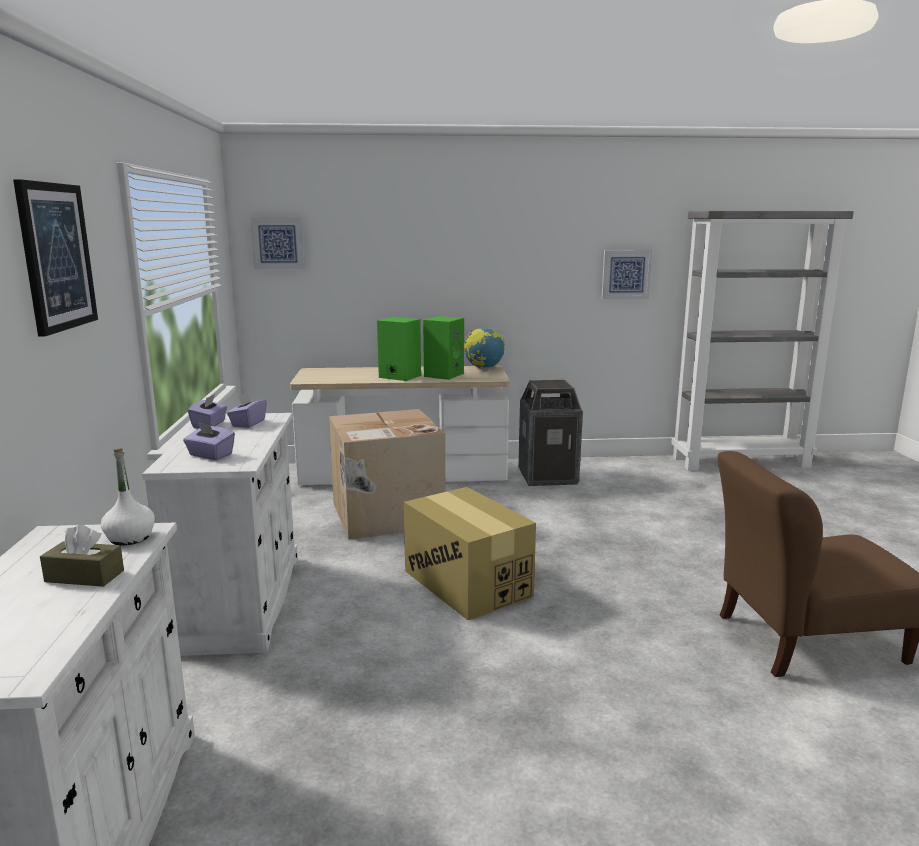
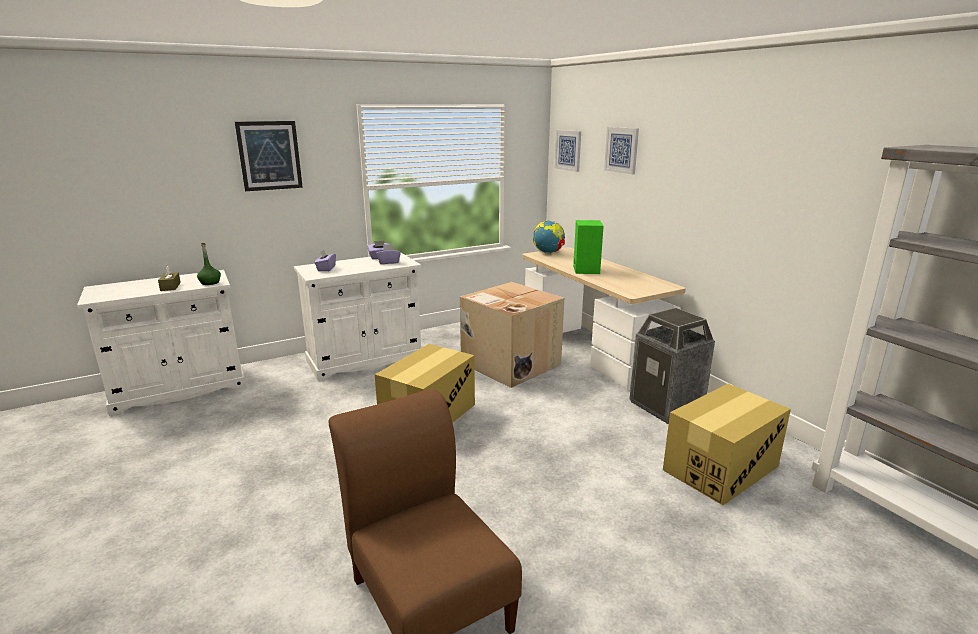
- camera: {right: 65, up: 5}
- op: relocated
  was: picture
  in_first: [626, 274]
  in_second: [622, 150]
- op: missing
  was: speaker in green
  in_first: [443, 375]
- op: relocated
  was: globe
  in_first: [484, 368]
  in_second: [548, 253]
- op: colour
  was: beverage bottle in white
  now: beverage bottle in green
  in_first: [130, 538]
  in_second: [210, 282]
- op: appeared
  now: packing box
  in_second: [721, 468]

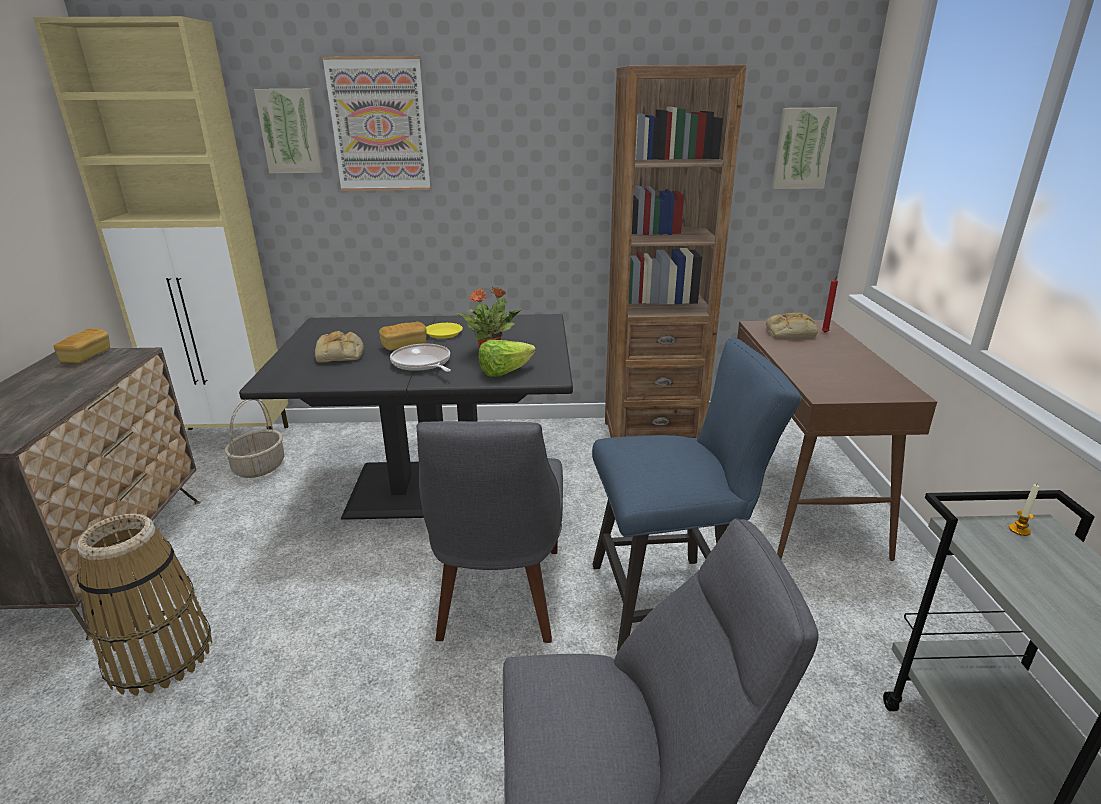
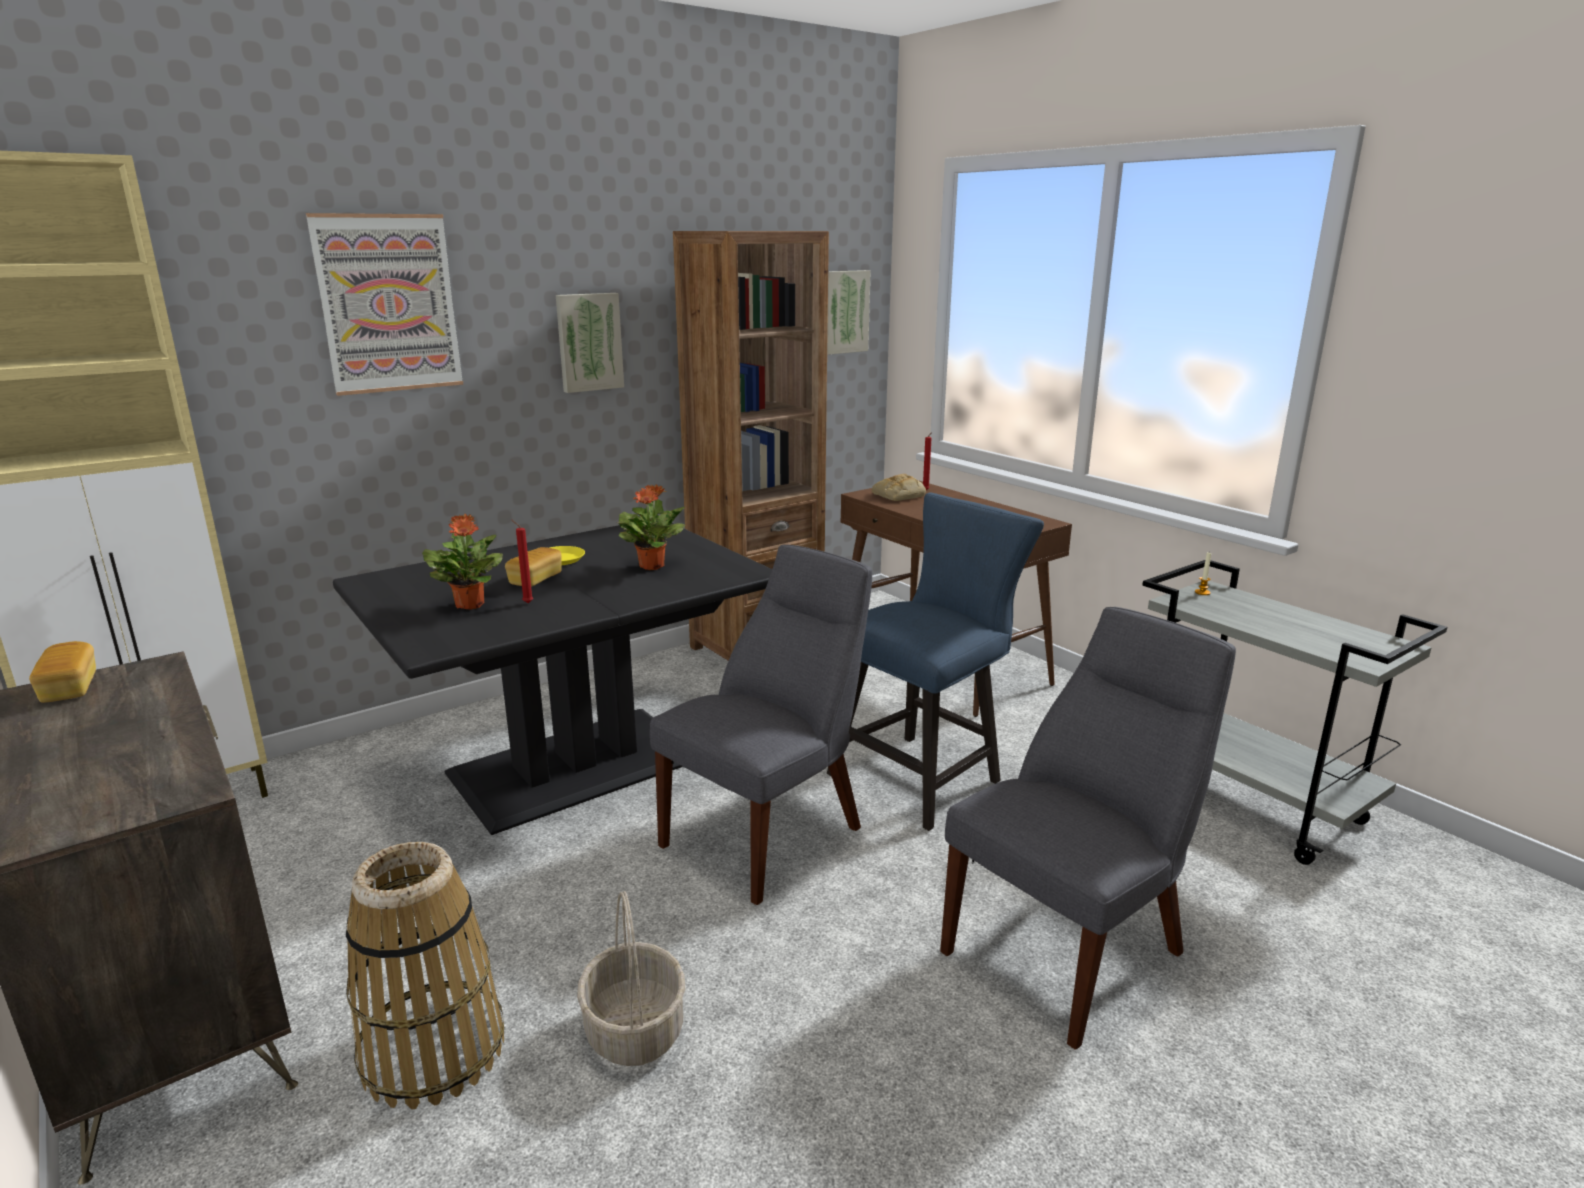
- camera: {right: -35, up: -5}
- op: relocated
  was: picture
  in_first: [290, 131]
  in_second: [589, 342]
- op: exchanged
  was: bread
  now: houseplant
  in_first: [340, 354]
  in_second: [470, 604]
- op: missing
  was: lettuce head
  in_first: [505, 372]
- op: missing
  was: skillet
  in_first: [422, 364]
- op: relocated
  was: household basket
  in_first: [259, 467]
  in_second: [633, 1030]
- op: spun
  was: upright chair in gray
  in_first: [498, 598]
  in_second: [769, 833]
  clockwise: -105
- op: appeared
  now: wax light in red-coloured
  in_second: [526, 603]

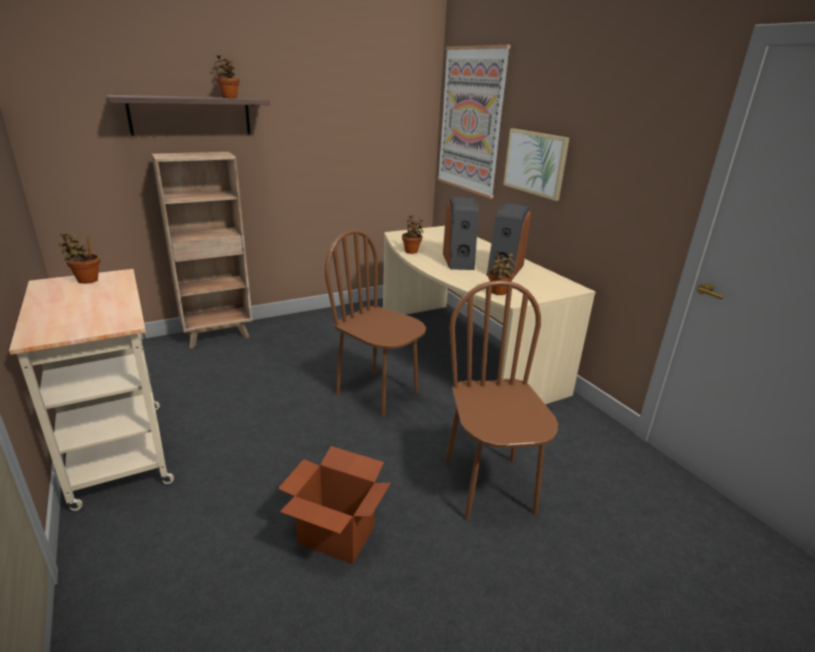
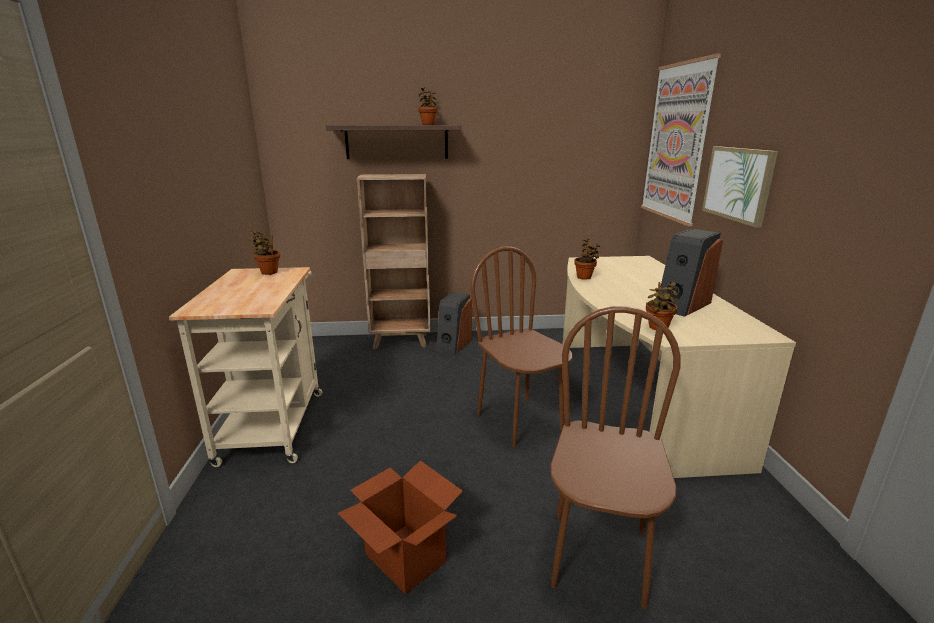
- camera: {right: 25, up: -5}
- op: relocated
  was: speaker
  in_first: [459, 261]
  in_second: [453, 345]

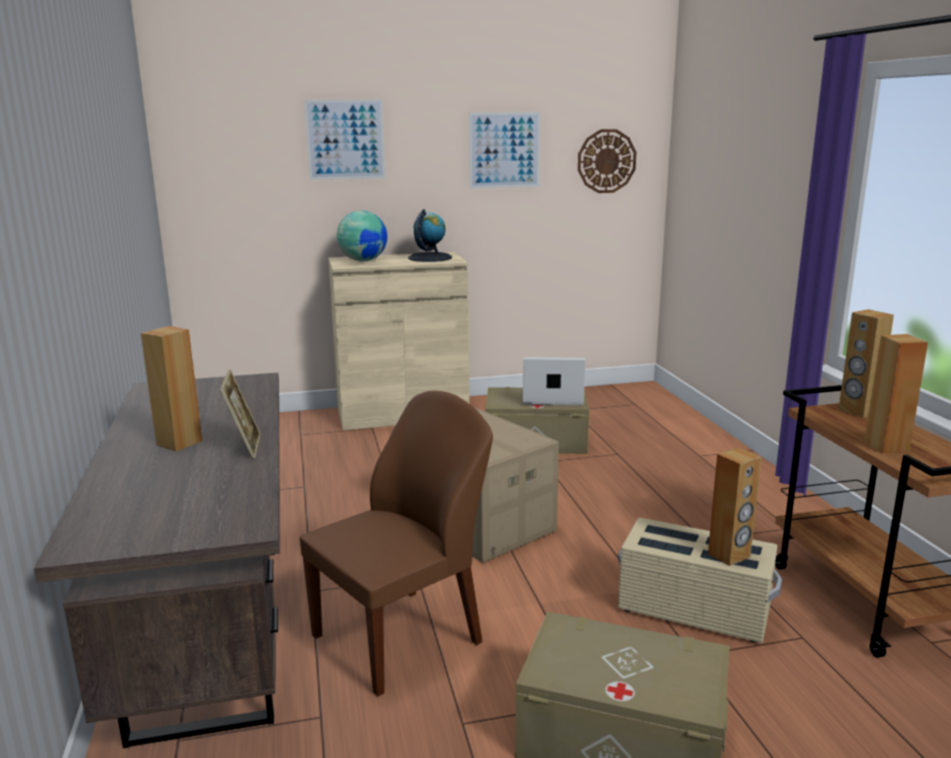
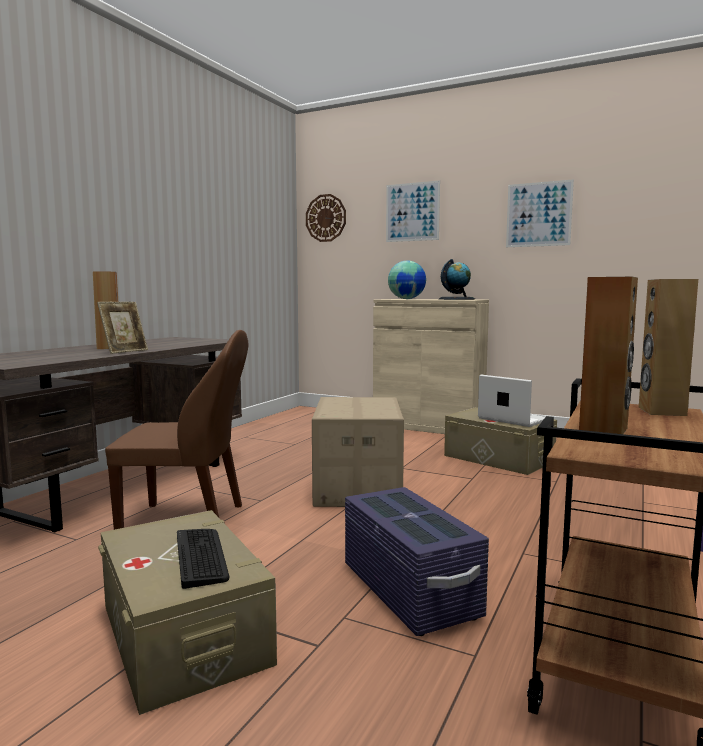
- camera: {right: 40, up: -10}
- op: relocated
  was: hanging clock
  in_first: [606, 161]
  in_second: [326, 218]
- op: missing
  was: speaker in brownish
  in_first: [729, 555]
- op: colour
  was: storage bin in beige-coloured
  now: storage bin in purplish
  in_first: [693, 610]
  in_second: [409, 590]
- op: appeared
  now: keyboard
  in_second: [201, 557]

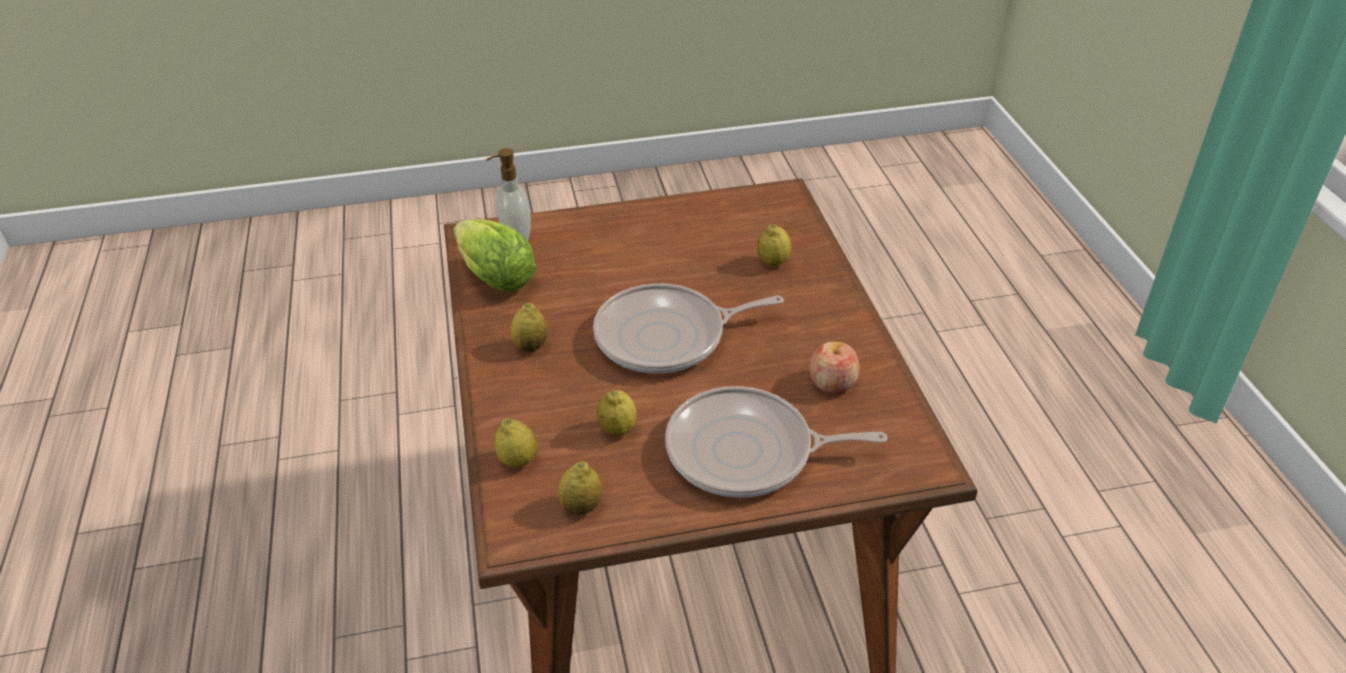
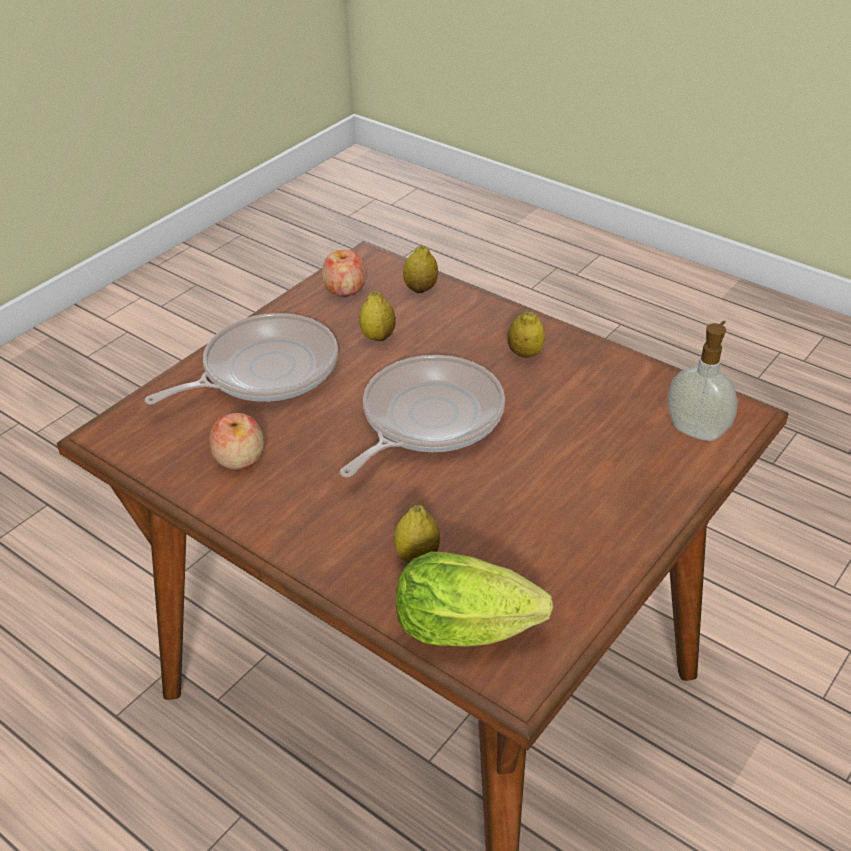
- camera: {right: 140, up: 0}
- op: relocated
  was: lettuce head
  in_first: [492, 275]
  in_second: [474, 630]
- op: exchanged
  was: whole lemon
  now: whole apple
  in_first: [581, 507]
  in_second: [345, 288]

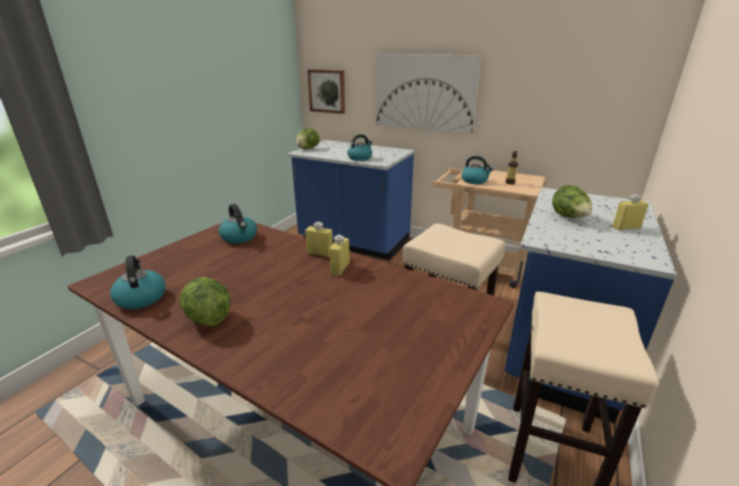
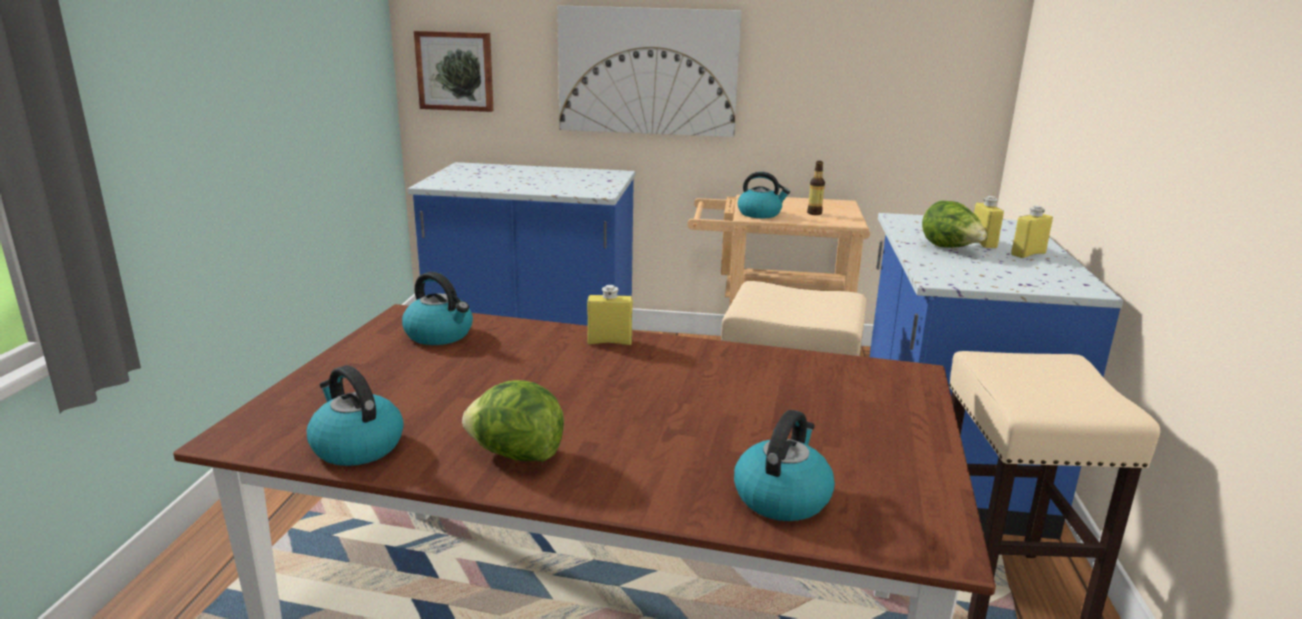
- camera: {right: -20, up: -5}
- op: missing
  was: lettuce head
  in_first: [307, 148]
- op: relocated
  was: tea kettle
  in_first: [360, 158]
  in_second: [782, 497]
- op: relocated
  was: beverage bottle in yellow-coloured
  in_first: [340, 268]
  in_second: [983, 243]

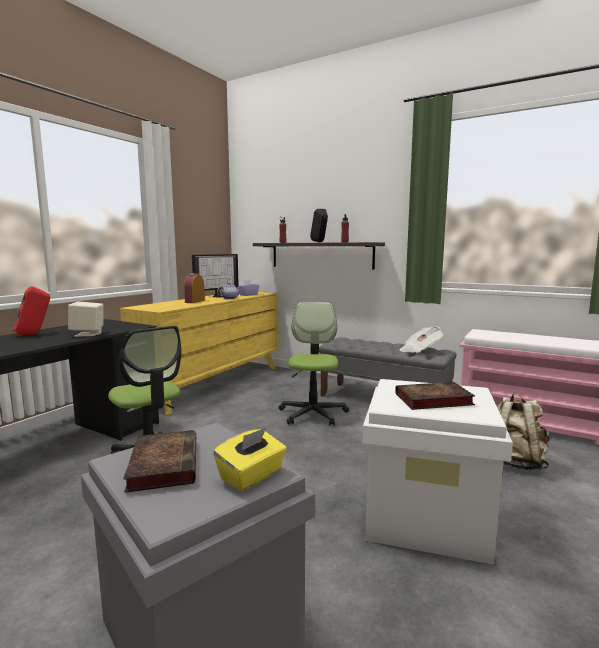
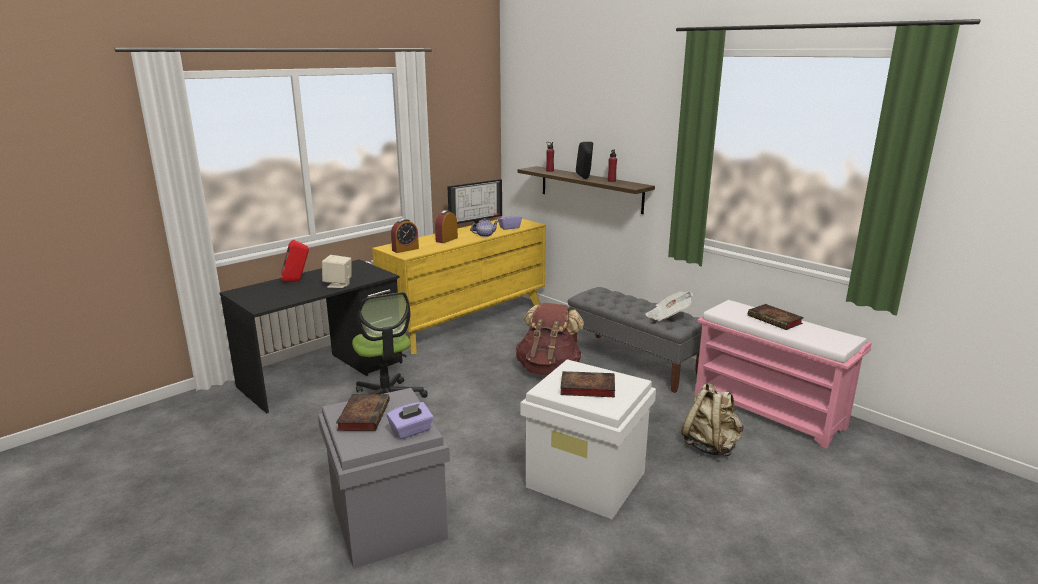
- camera: {right: 15, up: 10}
- op: exchanged
  was: computer chair
  now: knapsack in brownish
  in_first: [313, 414]
  in_second: [549, 369]
- op: colour
  was: tissue holder in yellow-coloured
  now: tissue holder in purplish
  in_first: [251, 476]
  in_second: [411, 431]
- op: appeared
  now: alarm clock
  in_second: [405, 249]
- op: appeared
  now: bound book
  in_second: [776, 320]

